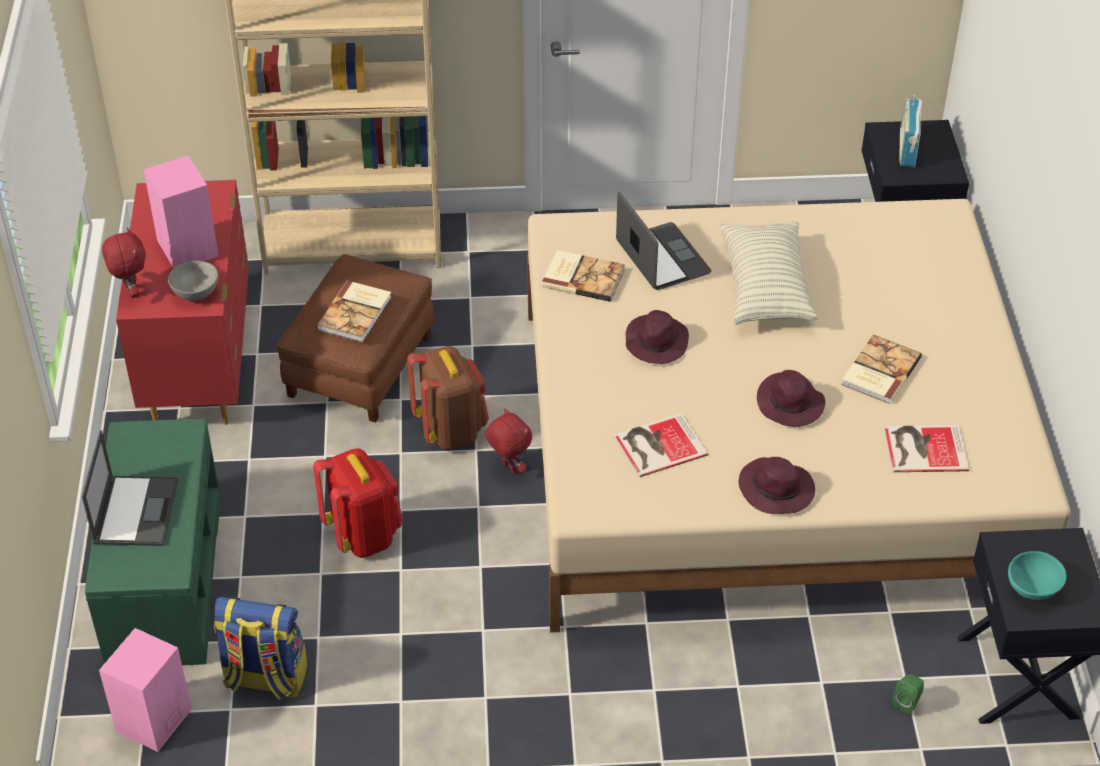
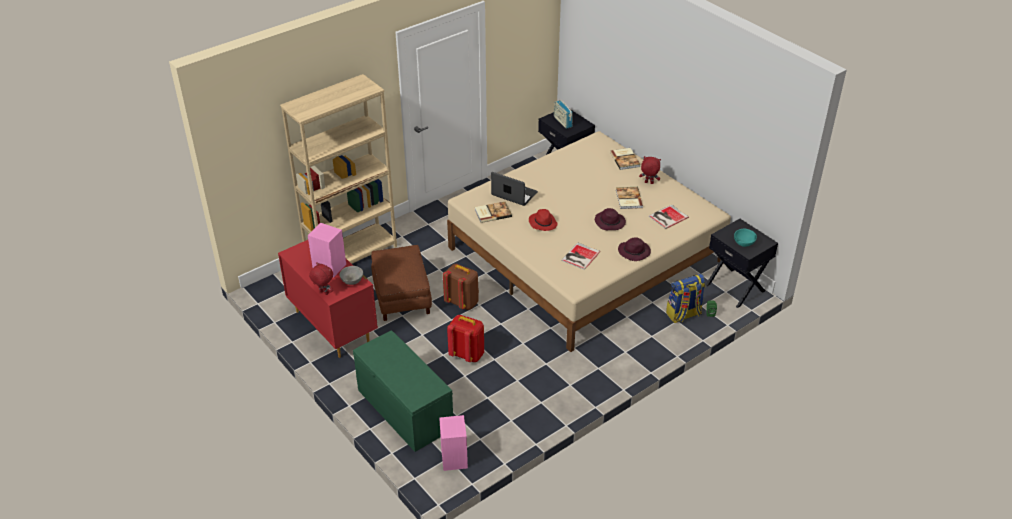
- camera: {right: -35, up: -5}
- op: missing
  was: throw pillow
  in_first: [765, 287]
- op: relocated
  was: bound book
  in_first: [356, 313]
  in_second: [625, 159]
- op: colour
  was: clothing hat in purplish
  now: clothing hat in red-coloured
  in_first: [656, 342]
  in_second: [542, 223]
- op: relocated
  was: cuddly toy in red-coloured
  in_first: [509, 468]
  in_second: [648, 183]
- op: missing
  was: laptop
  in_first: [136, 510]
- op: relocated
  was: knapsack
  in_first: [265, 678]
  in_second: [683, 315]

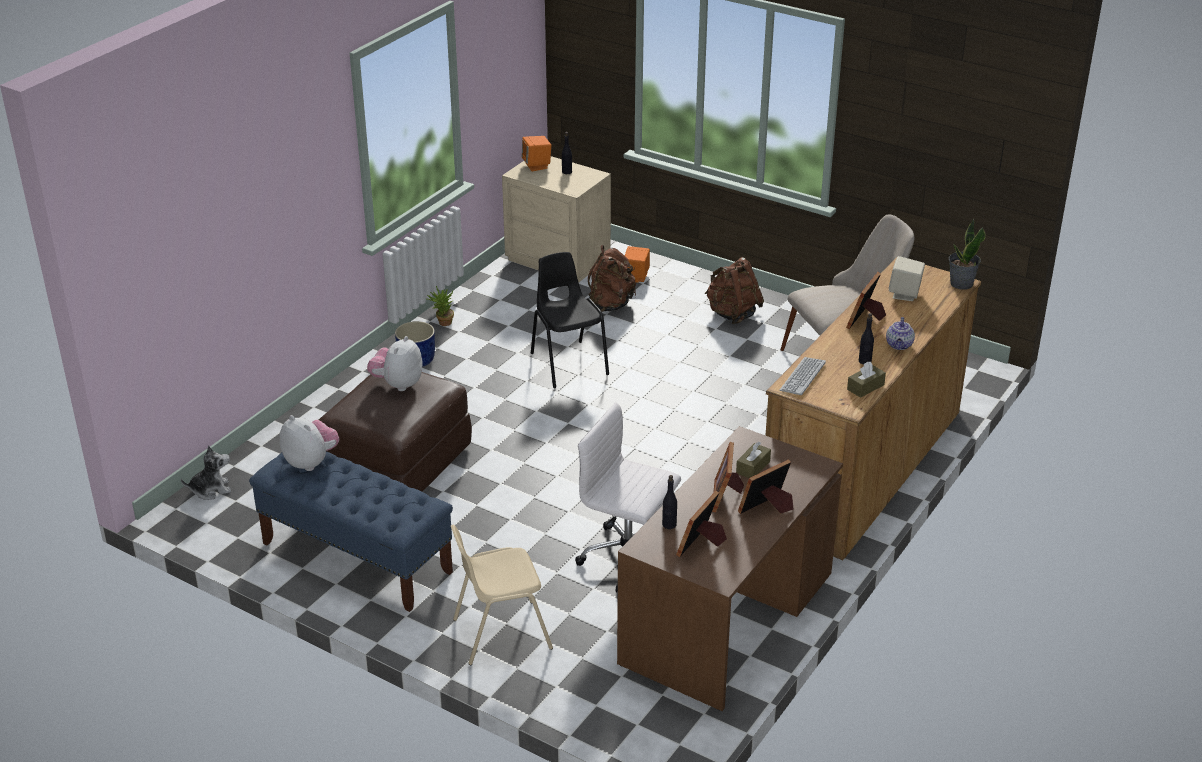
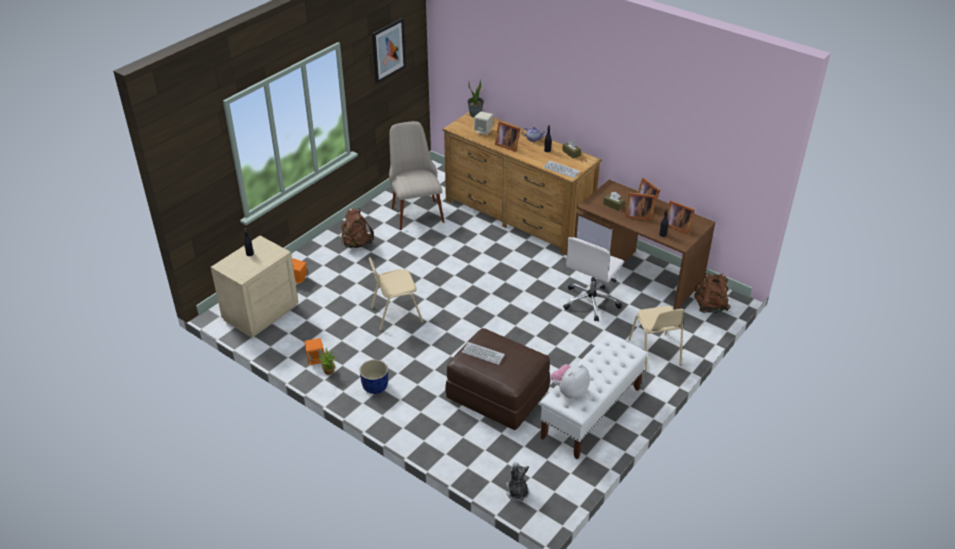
- camera: {right: -85, up: 5}
- op: relocated
  was: speaker in orange-coloured
  in_first: [537, 166]
  in_second: [316, 359]
- op: relocated
  was: knapsack in brownish
  in_first: [610, 305]
  in_second: [709, 306]
- op: colour
  was: upright chair in black
  now: upright chair in beige-coloured
  in_first: [568, 363]
  in_second: [396, 314]
- op: exchanged
  was: cuddly toy
  now: keyboard
  in_first: [397, 384]
  in_second: [483, 354]
- op: colour
  was: bench in blue-coloured
  now: bench in white
  in_first: [356, 557]
  in_second: [591, 413]
- op: appeared
  now: picture
  in_second: [388, 50]

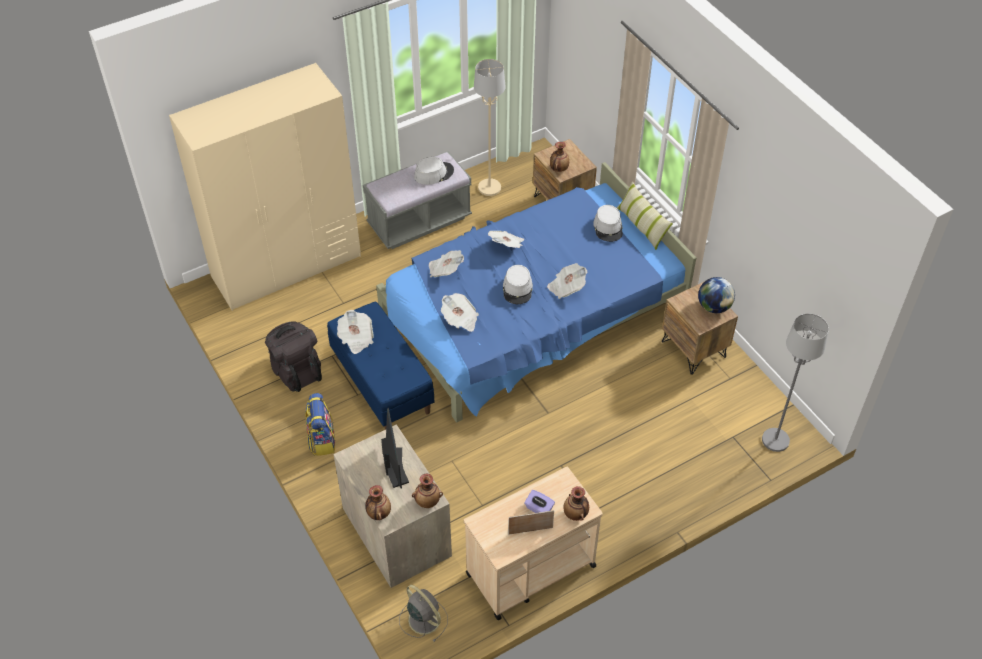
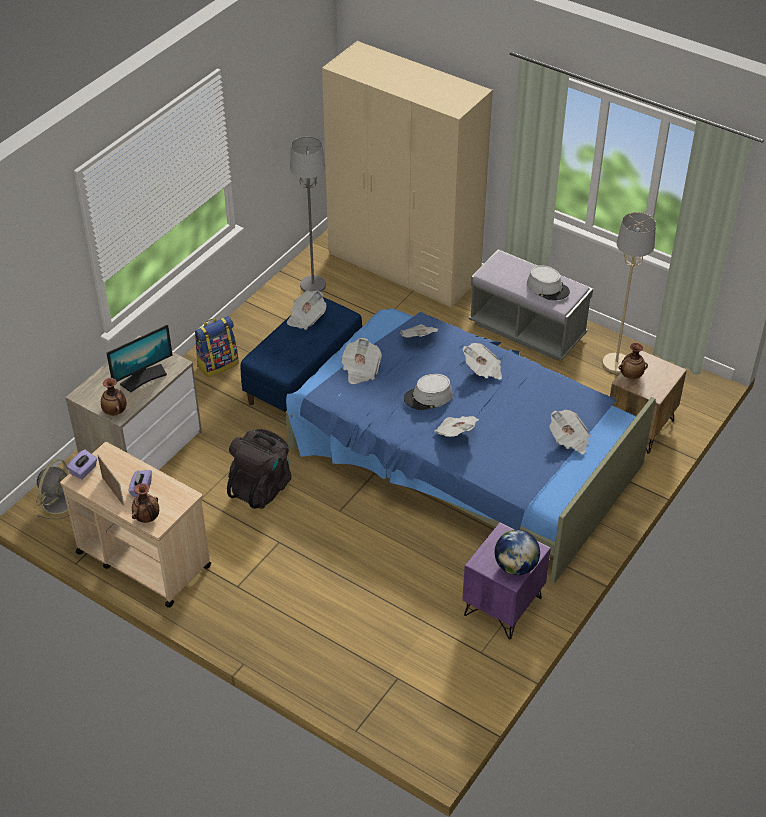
- camera: {right: 65, up: -5}
- op: missing
  was: throw pillow
  in_first: [642, 226]
- op: exchanged
  was: clothing hat in gray
  now: newspaper
  in_first: [608, 227]
  in_second: [569, 440]
- op: colour
  was: bedside table in brownish
  now: bedside table in purplish
  in_first: [694, 349]
  in_second: [503, 607]
- op: relocated
  was: standard lamp in gray
  in_first: [775, 440]
  in_second: [312, 285]
- op: relocated
  was: knapsack in black
  in_first: [296, 371]
  in_second: [262, 487]
- op: missing
  was: decorative vase
  in_first: [378, 513]
- op: appeared
  now: tissue holder in purplish
  in_second: [84, 470]

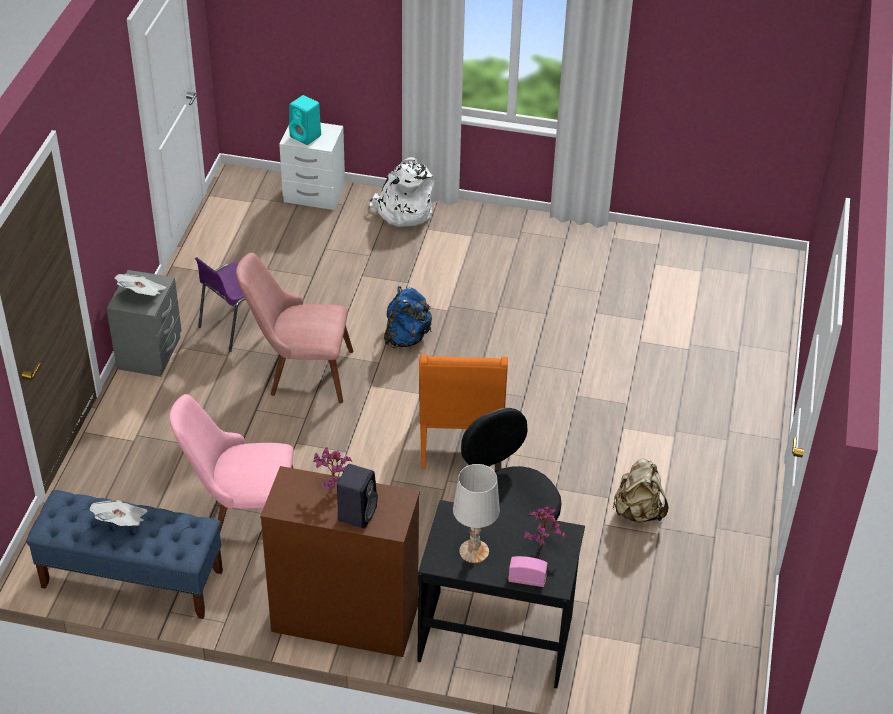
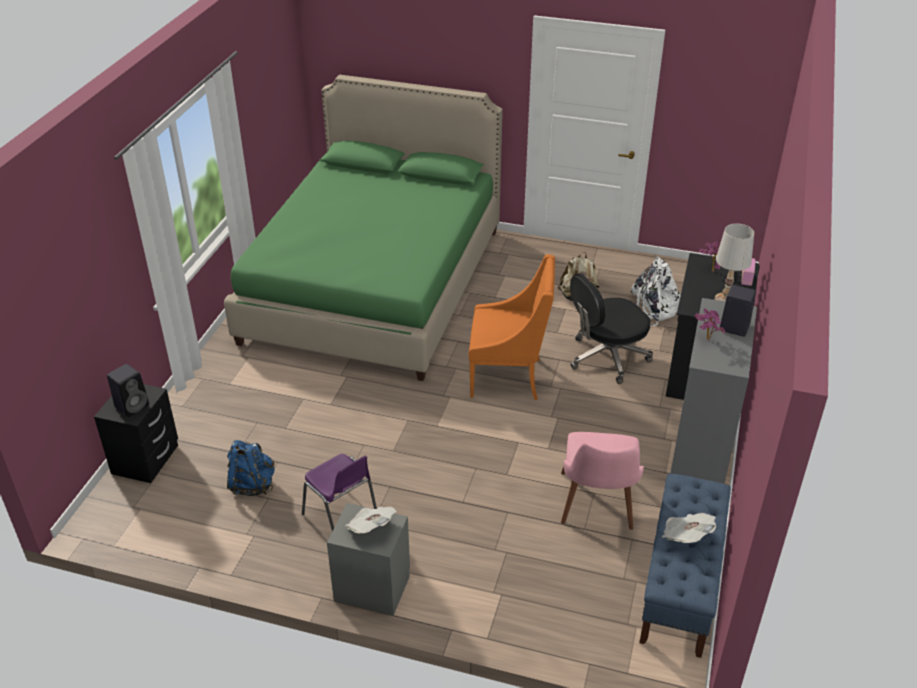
- camera: {right: -85, up: -5}
- op: colour
  was: speaker in blue-green
  now: speaker in black
  in_first: [306, 136]
  in_second: [133, 405]
- op: colour
  was: bedside table in white
  now: bedside table in black
  in_first: [314, 194]
  in_second: [145, 459]
- op: relocated
  was: knapsack in white
  in_first: [403, 211]
  in_second: [653, 309]
- op: missing
  was: upright chair in pinkish
  in_first: [299, 372]
- op: relocated
  was: knapsack in blue-coloured
  in_first: [406, 337]
  in_second: [252, 484]
- op: colour
  was: drawer chest in brownish
  now: drawer chest in gray
  in_first: [345, 619]
  in_second: [701, 446]
- op: appeared
  now: bedroom bed in green
  in_second: [375, 284]

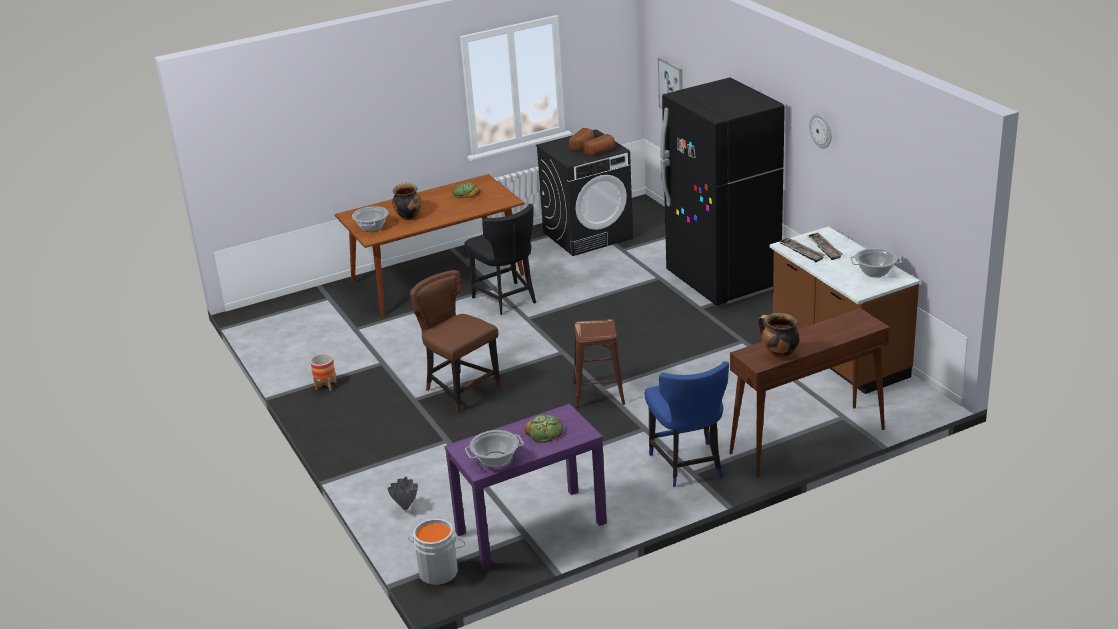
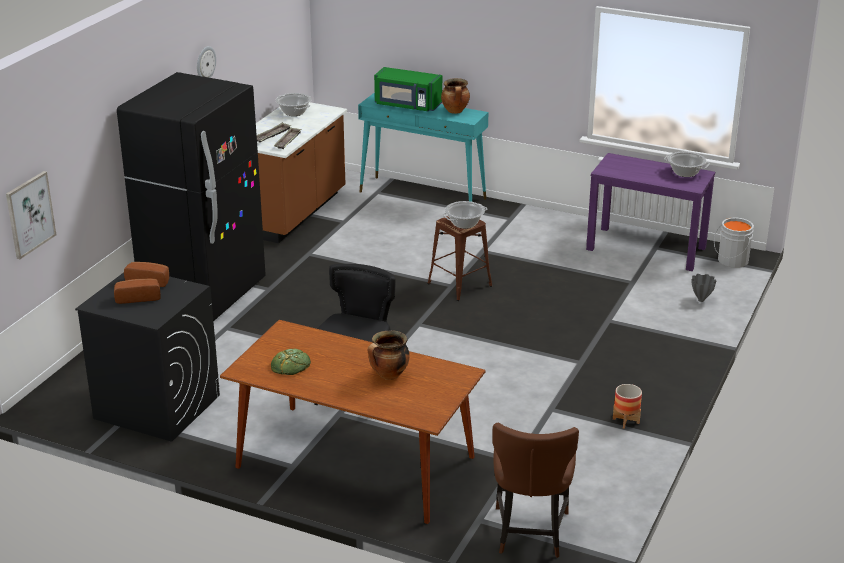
- camera: {right: -130, up: 0}
- op: relocated
  was: cooking pot
  in_first: [371, 227]
  in_second: [464, 224]
- op: relocated
  was: upright chair in brownish
  in_first: [460, 389]
  in_second: [530, 533]
- op: colour
  was: console table in brownish
  now: console table in blue-green
  in_first: [806, 441]
  in_second: [423, 195]
- op: missing
  was: upright chair in blue-coloured
  in_first: [688, 466]
- op: missing
  was: bread
  in_first: [544, 431]
- op: appeared
  now: microwave oven in green
  in_second: [407, 105]

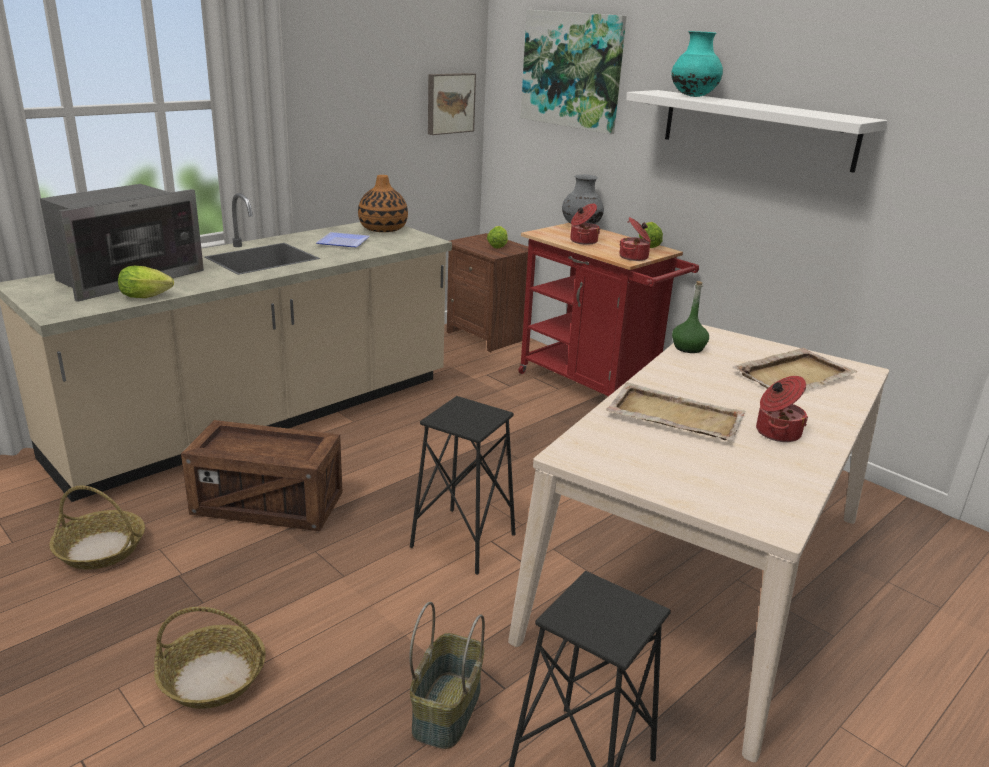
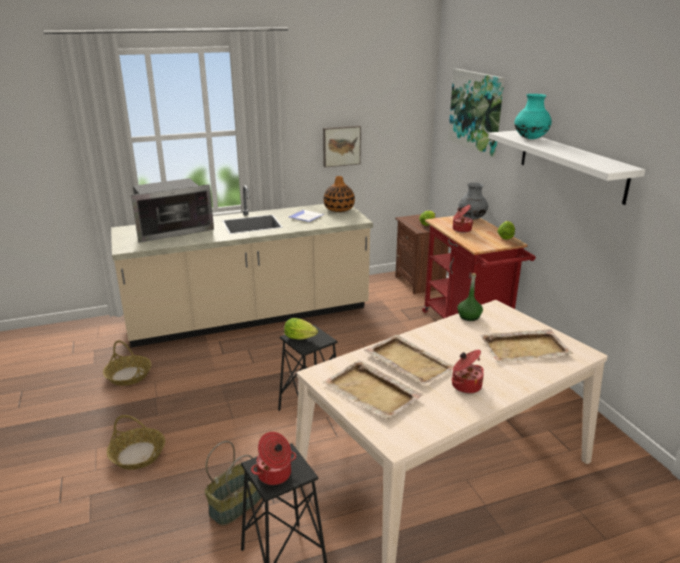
- camera: {right: 25, up: 0}
- op: relocated
  was: picture
  in_first: [449, 103]
  in_second: [341, 146]
- op: relocated
  was: cooking pot
  in_first: [634, 257]
  in_second: [275, 475]
- op: relocated
  was: lettuce head
  in_first: [148, 297]
  in_second: [301, 338]
- op: missing
  was: shipping crate
  in_first: [268, 504]
- op: appeared
  now: carrying tray in beige-coloured
  in_second: [372, 392]

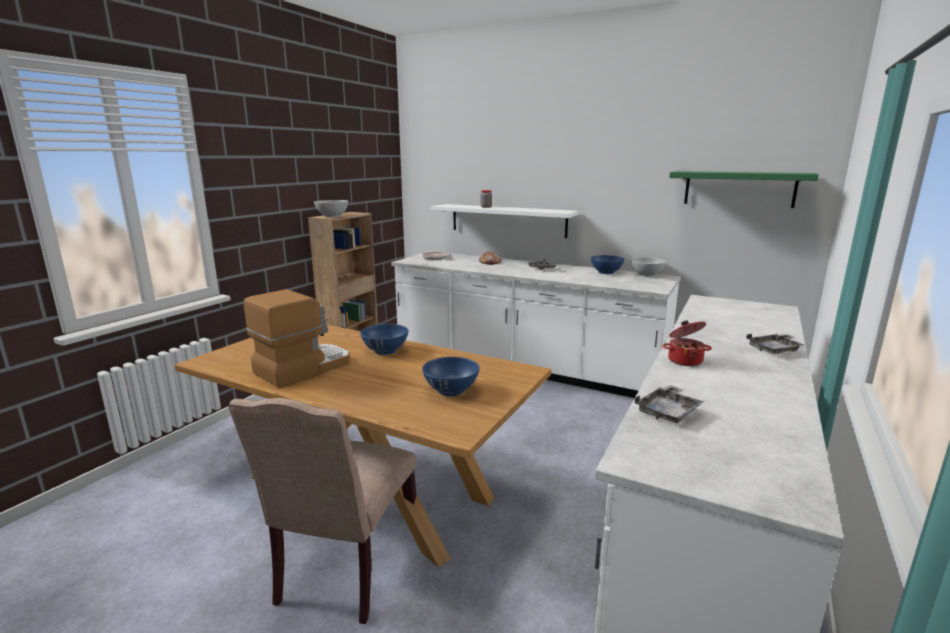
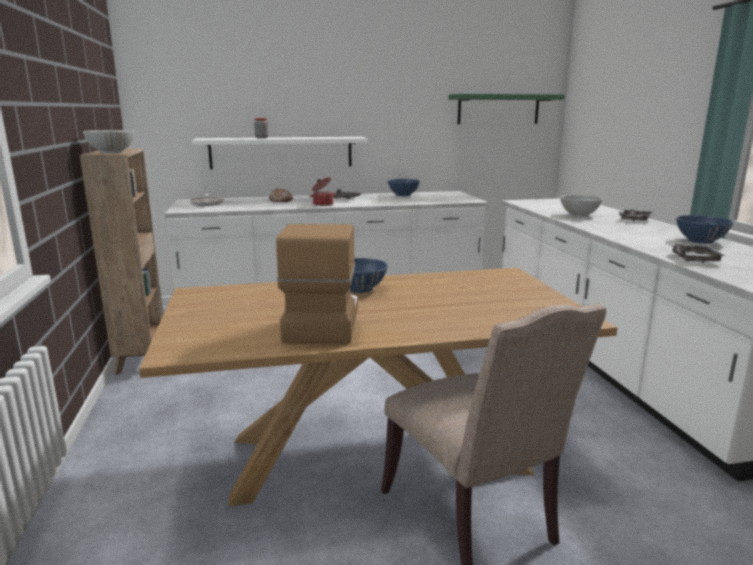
- camera: {right: -40, up: 0}
- op: relocated
  was: deep dish in white
  in_first: [647, 275]
  in_second: [579, 215]
- op: relocated
  was: cooking pot
  in_first: [684, 360]
  in_second: [323, 204]
- op: relocated
  was: deep dish in blue-coloured
  in_first: [451, 390]
  in_second: [700, 241]

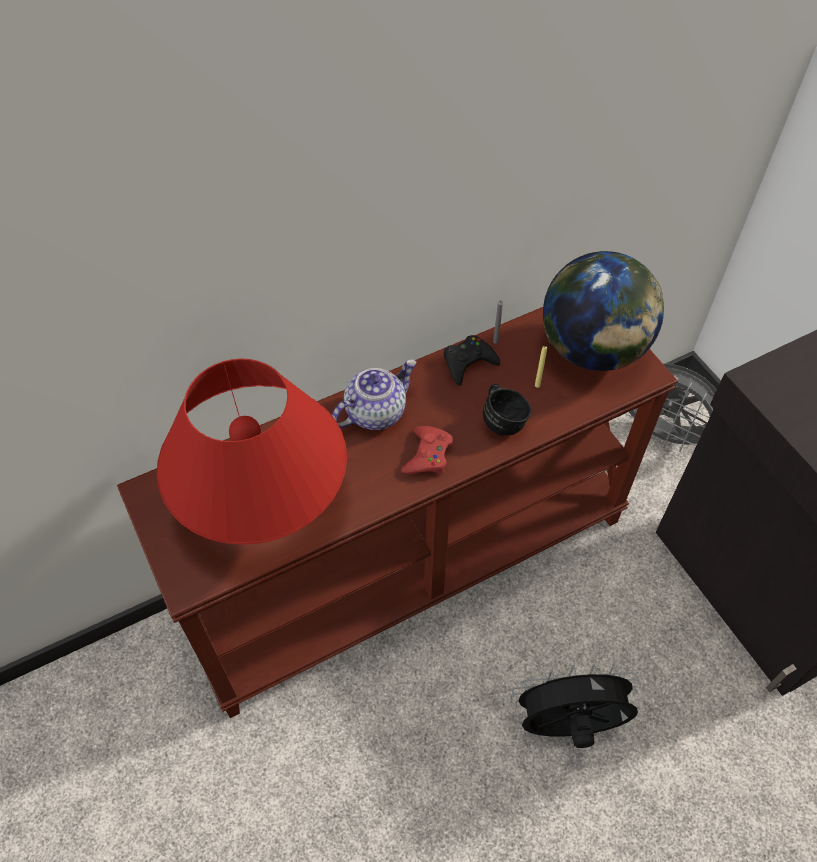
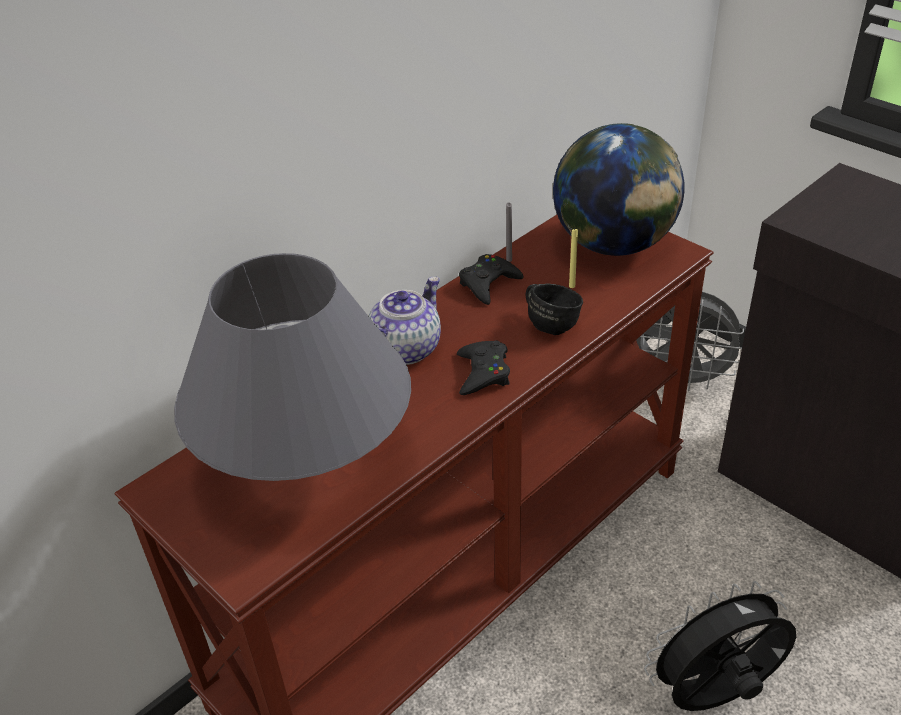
- camera: {right: -15, up: -15}
- op: colour
  was: lamp for a table in red-coloured
  now: lamp for a table in gray
  in_first: [263, 499]
  in_second: [308, 461]
- op: colour
  was: gamepad in red-coloured
  now: gamepad in black
  in_first: [428, 455]
  in_second: [483, 373]

